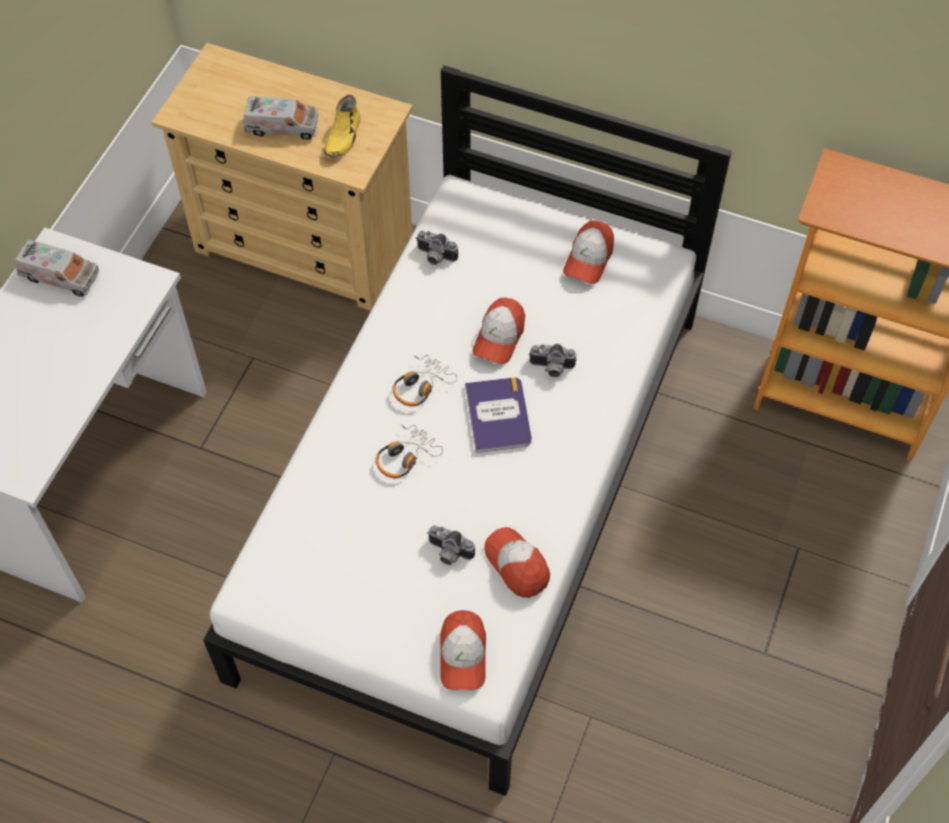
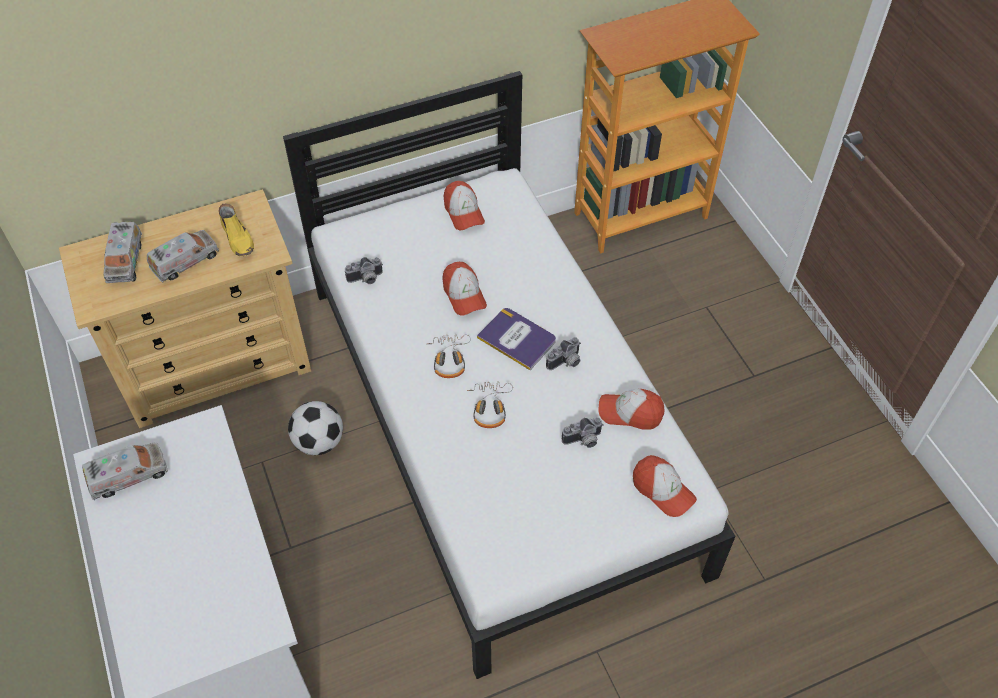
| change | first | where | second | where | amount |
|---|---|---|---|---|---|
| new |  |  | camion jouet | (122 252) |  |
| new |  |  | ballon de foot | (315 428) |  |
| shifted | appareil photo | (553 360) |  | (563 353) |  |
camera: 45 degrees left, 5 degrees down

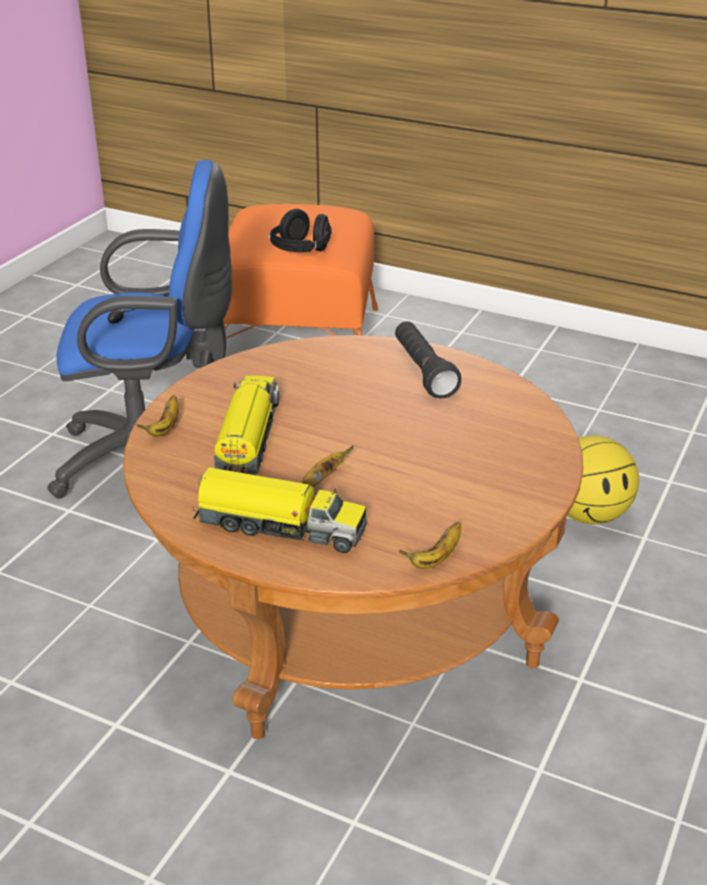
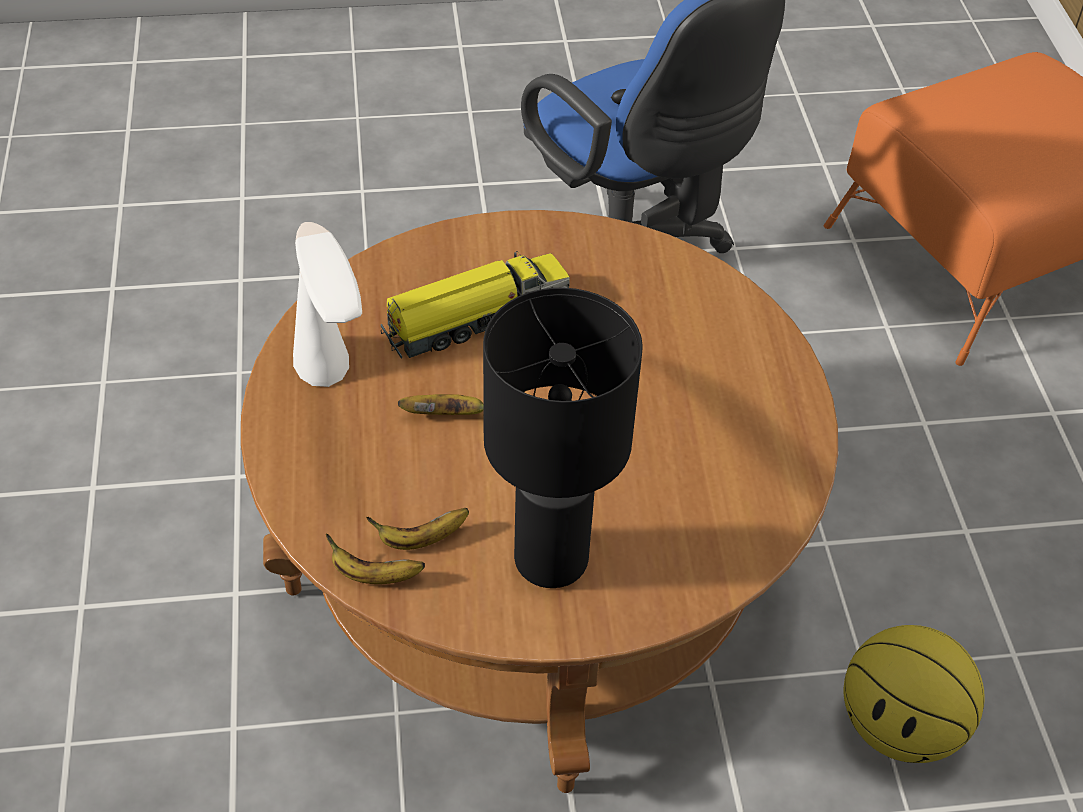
| change | first | where | second | where | amount |
|---|---|---|---|---|---|
| gone | casque audio (noir) | (300 230) |  |  |  |
| gone | lampe de poche (noir) | (428 359) |  |  |  |
| new |  |  | lampe de table (noir) | (563 438) |  |
| shifted | banane | (158 415) |  | (417 529) |  |
| swapped | camion jouet | (280 510) | lampe de table (blanc) | (327 304) |  |
camera: 55 degrees right, 15 degrees up

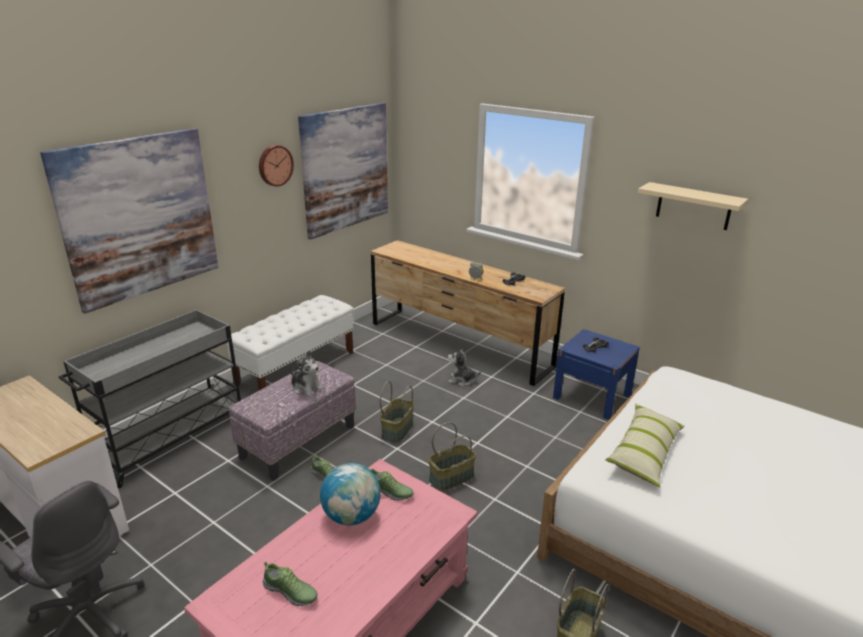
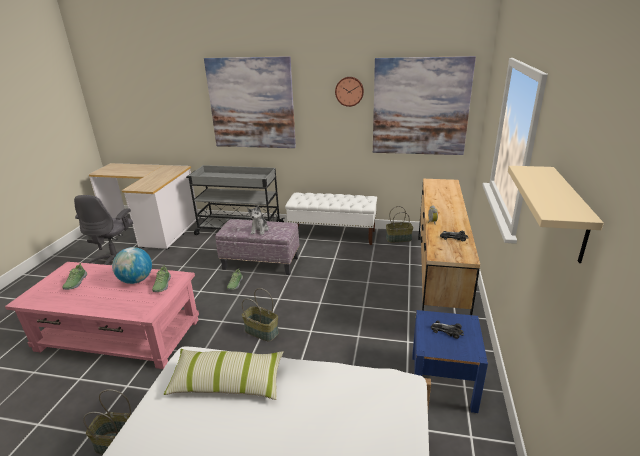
| change | first | where | second | where | amount |
|---|---|---|---|---|---|
| gone | peluche | (464 367) |  |  |  |
| shifted | panier | (397 412) |  | (399 224) |  |
camera: 65 degrees right, 0 degrees up

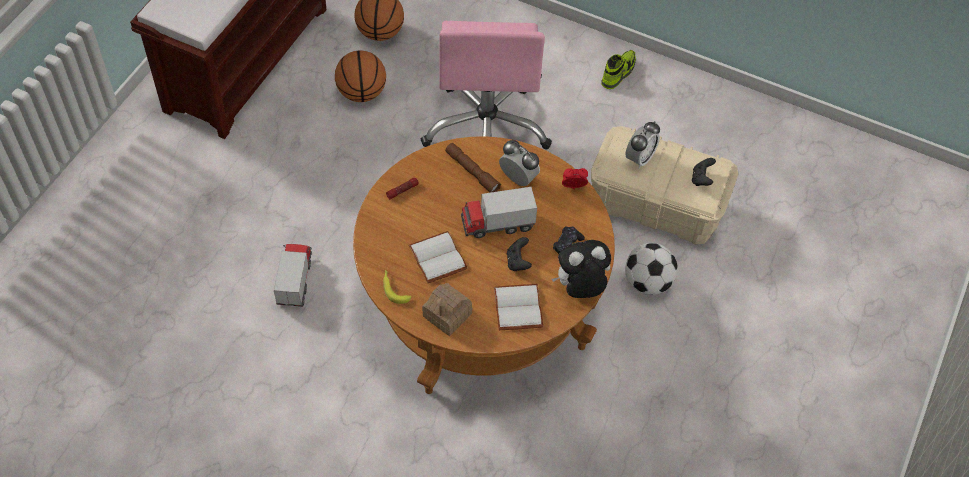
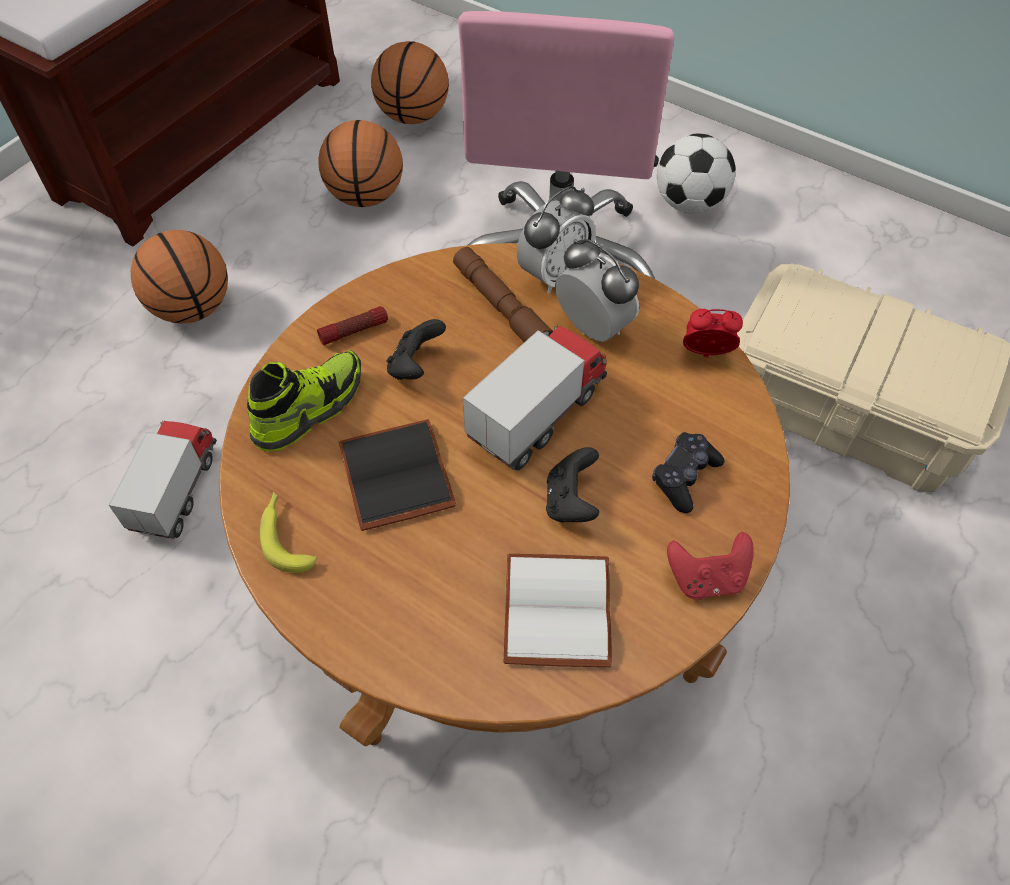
| change | first | where | second | where | amount |
|---|---|---|---|---|---|
| gone | maison miniature | (447 309) |  |  |  |
| new |  |  | ballon de basket | (179 276) |  |
| shifted | chaussure | (618 69) |  | (304 401) |  |
| shifted | ballon de foot | (651 269) |  | (696 174) |  |
| shifted | réveil | (643 144) |  | (556 240) |  |
| shifted | manette (noir) | (704 172) |  | (416 349) |  |
| swapped | peluche | (581 269) | manette (rouge) | (710 566) |  |
| repainted | livre (blanc) | (438 257) | livre (noir) | (397 475) |  |
| rotated | camion jouet | (499 212) |  | (535 398) | 135 degrees clockwise |
camera: 10 degrees right, 0 degrees up

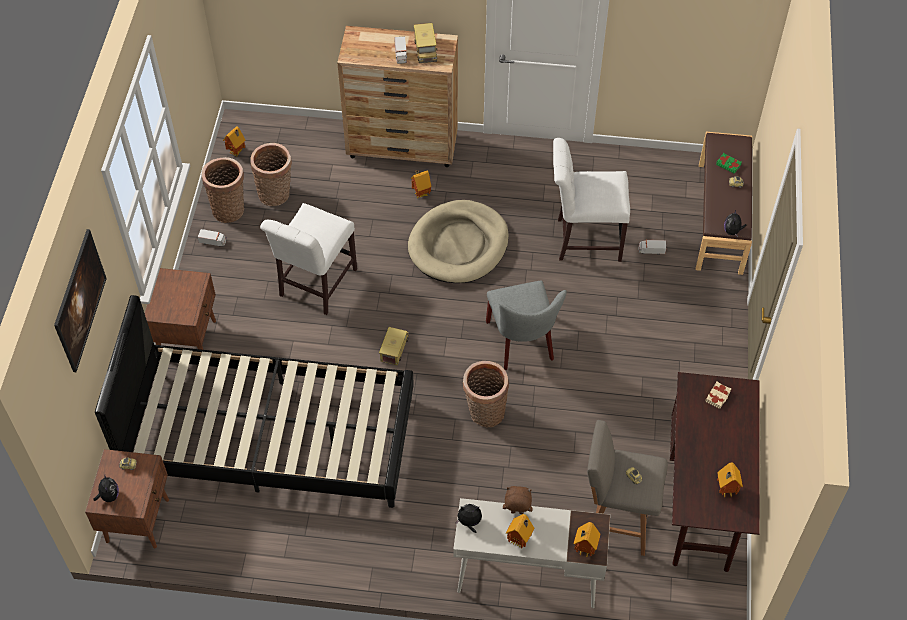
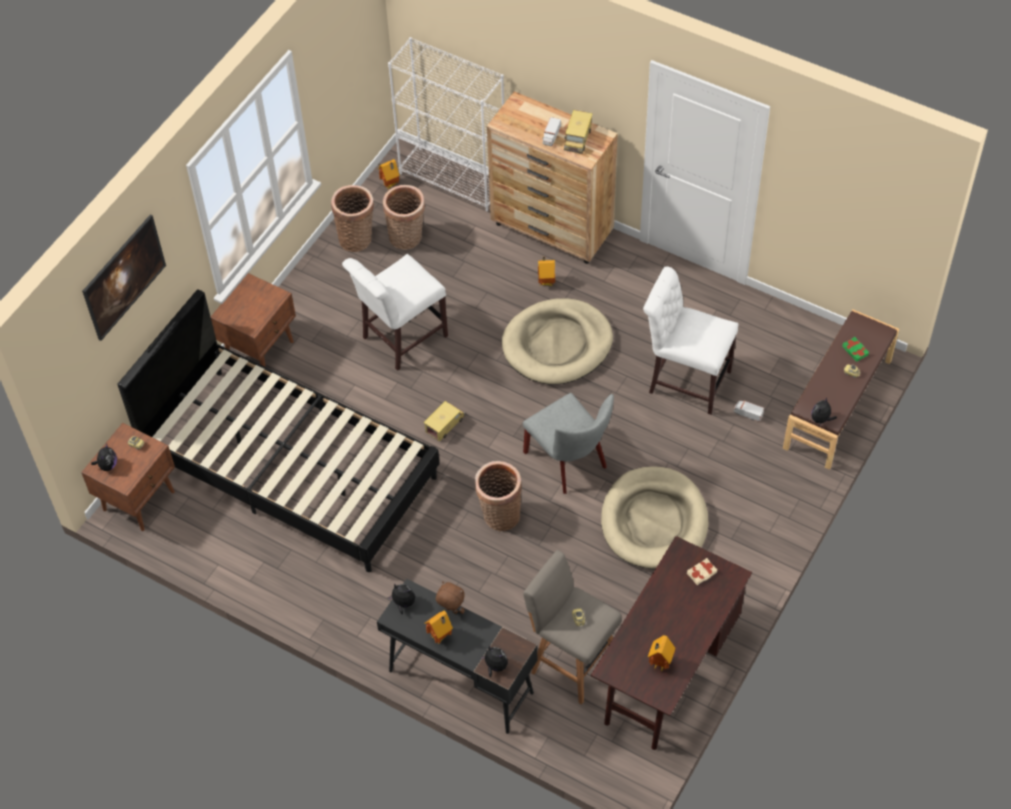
| change | first | where | second | where | amount |
|---|---|---|---|---|---|
| gone | camion jouet | (212 238) |  |  |  |
| new |  |  | bibliothèque (blanc) | (446 124) |  |
| new |  |  | panier pour chien (beige) | (654 517) |  |
| swapped | maison miniature | (587 540) | peluche | (494 661) |  |
| repainted | bureau (blanc) | (531 553) | bureau (noir) | (457 656) |  |
| rotated | chaise (gris) | (526 325) |  | (568 443) | 45 degrees counterclockwise |
camera: 25 degrees right, 0 degrees up

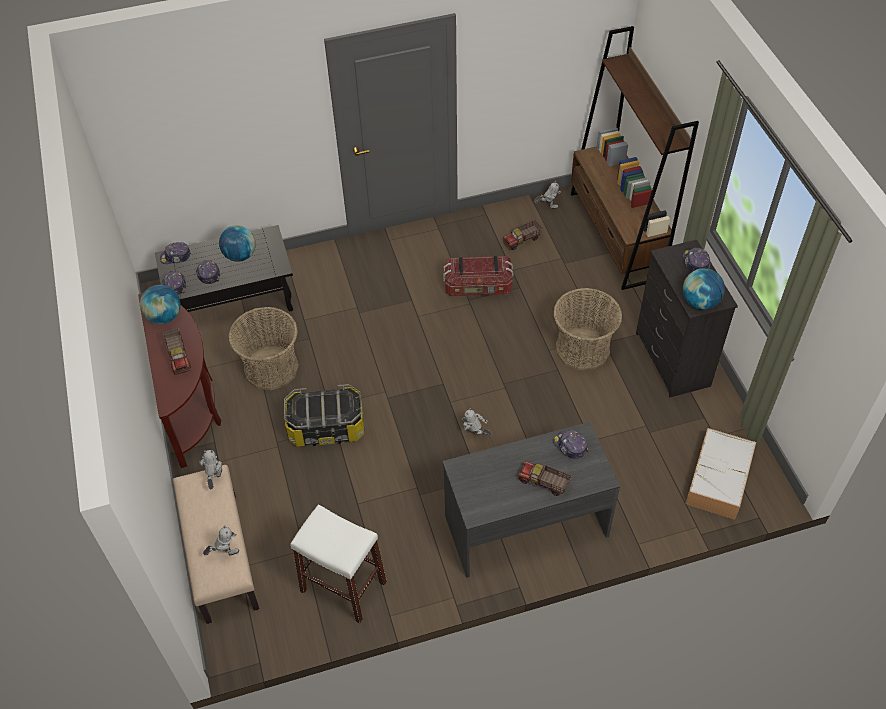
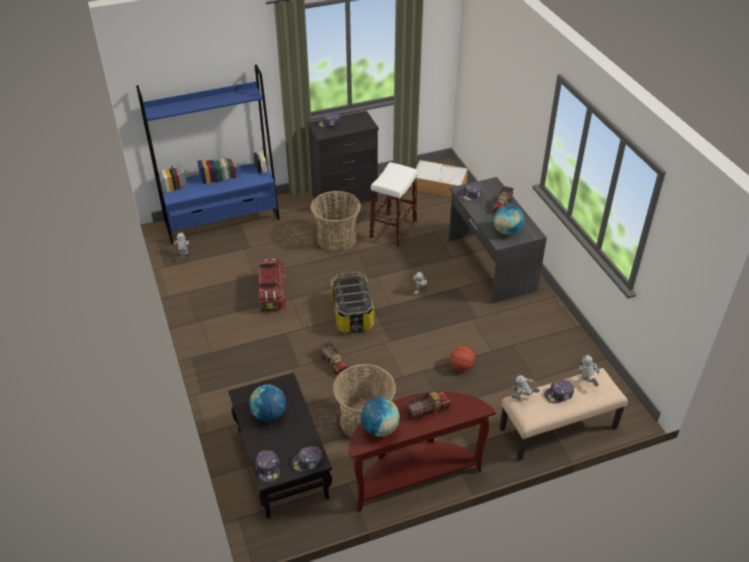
| change | first | where | second | where | amount |
|---|---|---|---|---|---|
| new |  |  | ballon de basket | (462 358) |  |
| shifted | casquette | (208 272) |  | (559 391) |  |
| shifted | boîte de rangement | (324 415) |  | (352 302) |  |
| shifted | tabouret (blanc) | (339 563) |  | (393 204) |  |
| shifted | camion jouet | (522 235) |  | (333 358) |  |
| shifted | globe | (704 289) |  | (508 220) |  |
| repainted | bibliothèque (marron) | (635 158) | bibliothèque (bleu) | (208 154) |  |
camera: 95 degrees left, 10 degrees down

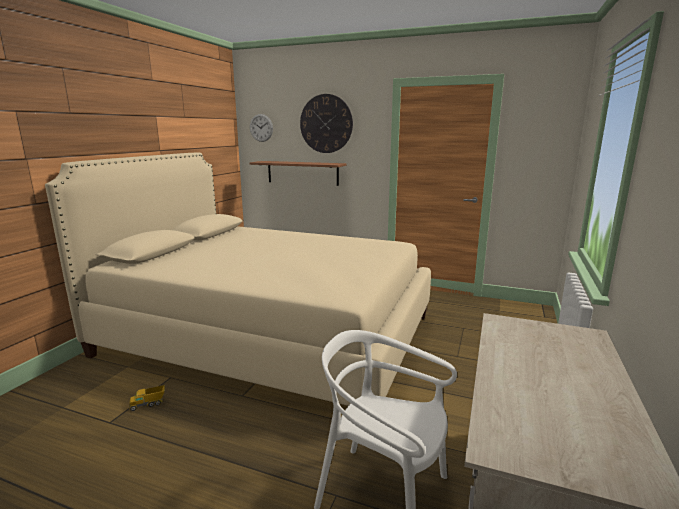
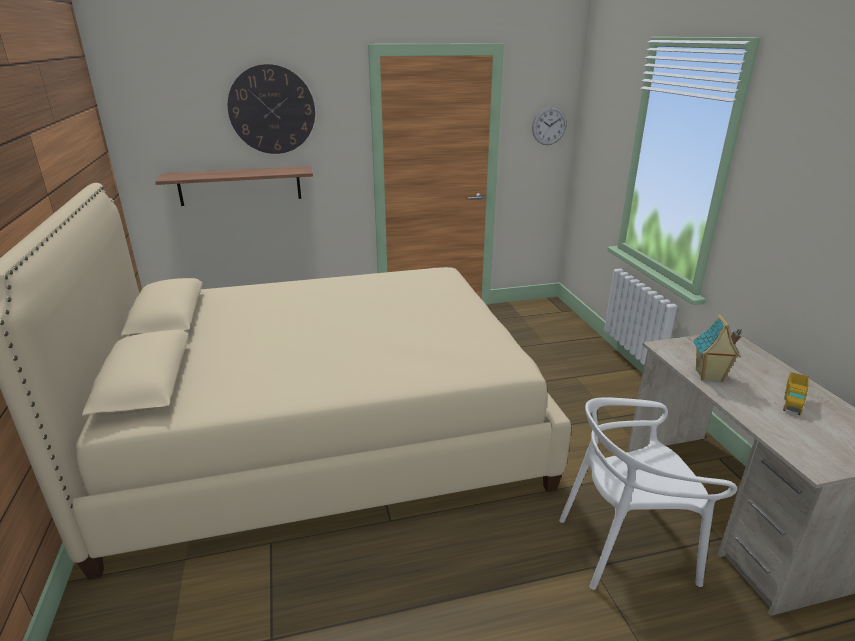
| change | first | where | second | where | amount |
|---|---|---|---|---|---|
| new |  |  | maison miniature | (717 348) |  |
| shifted | camion jouet | (147 398) |  | (796 393) |  |
| shifted | horloge murale | (261 128) |  | (549 125) |  |
camera: 35 degrees left, 10 degrees up

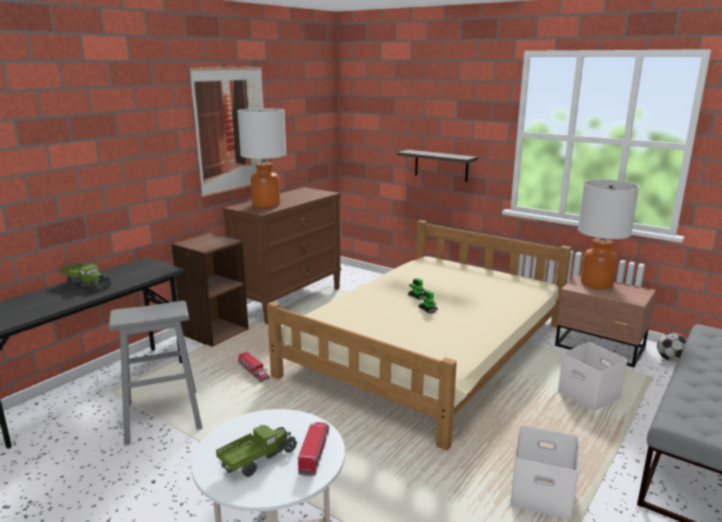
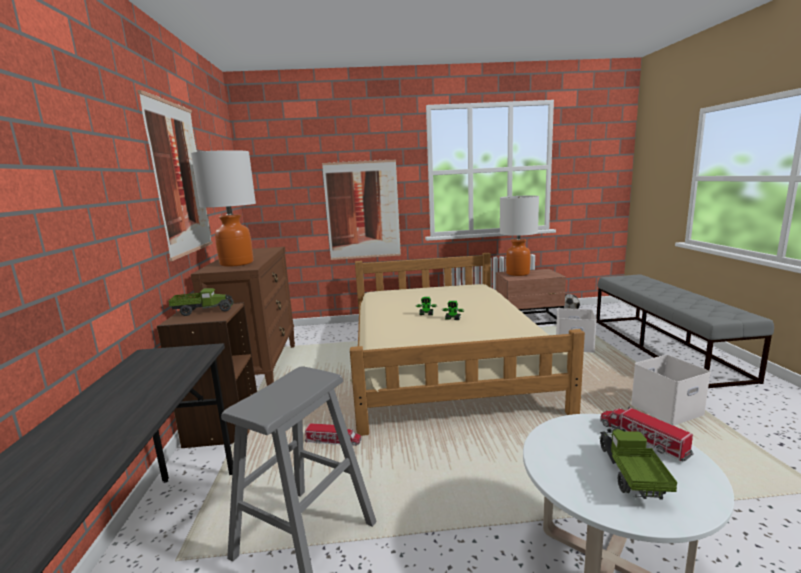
| change | first | where | second | where | amount |
|---|---|---|---|---|---|
| shifted | camion jouet | (85 277) |  | (201 302) |  |
| swapped | étagère | (437 166) | tableau | (361 209) |  |
camera: 40 degrees left, 5 degrees down

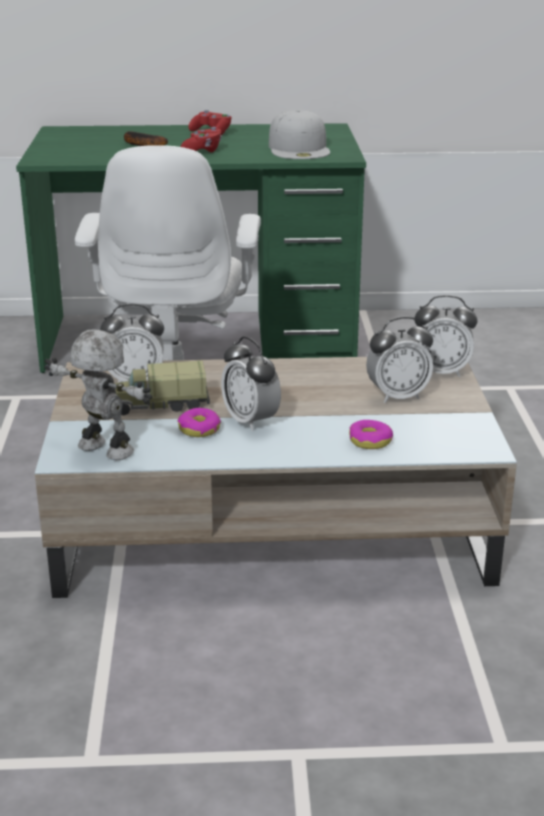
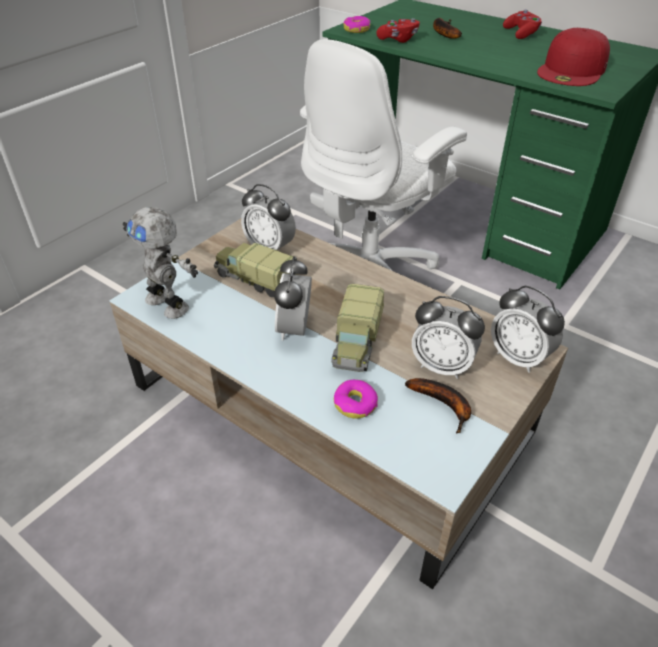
| change | first | where | second | where | amount |
|---|---|---|---|---|---|
| new |  |  | camion jouet | (357 327) |  |
| new |  |  | banane | (438 406) |  |
| shifted | beignet | (199 422) |  | (356 24) |  |
| shifted | manette (rouge) | (201 139) |  | (398 30) |  |
| repainted | casquette (blanc) | (299 134) | casquette (rouge) | (573 57) |  |
| rotated | robot jouet | (98 395) |  | (160 263) | 150 degrees clockwise |
camera: 40 degrees right, 15 degrees up

